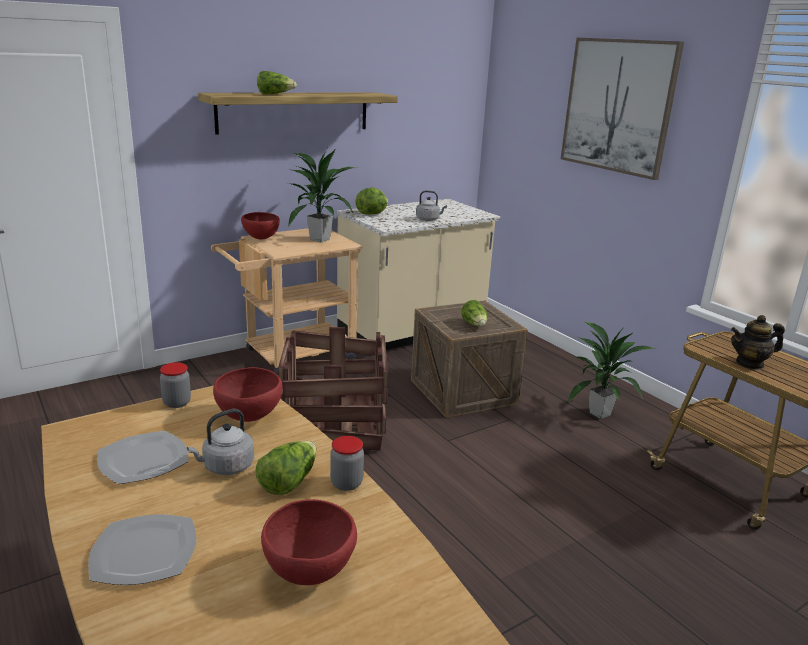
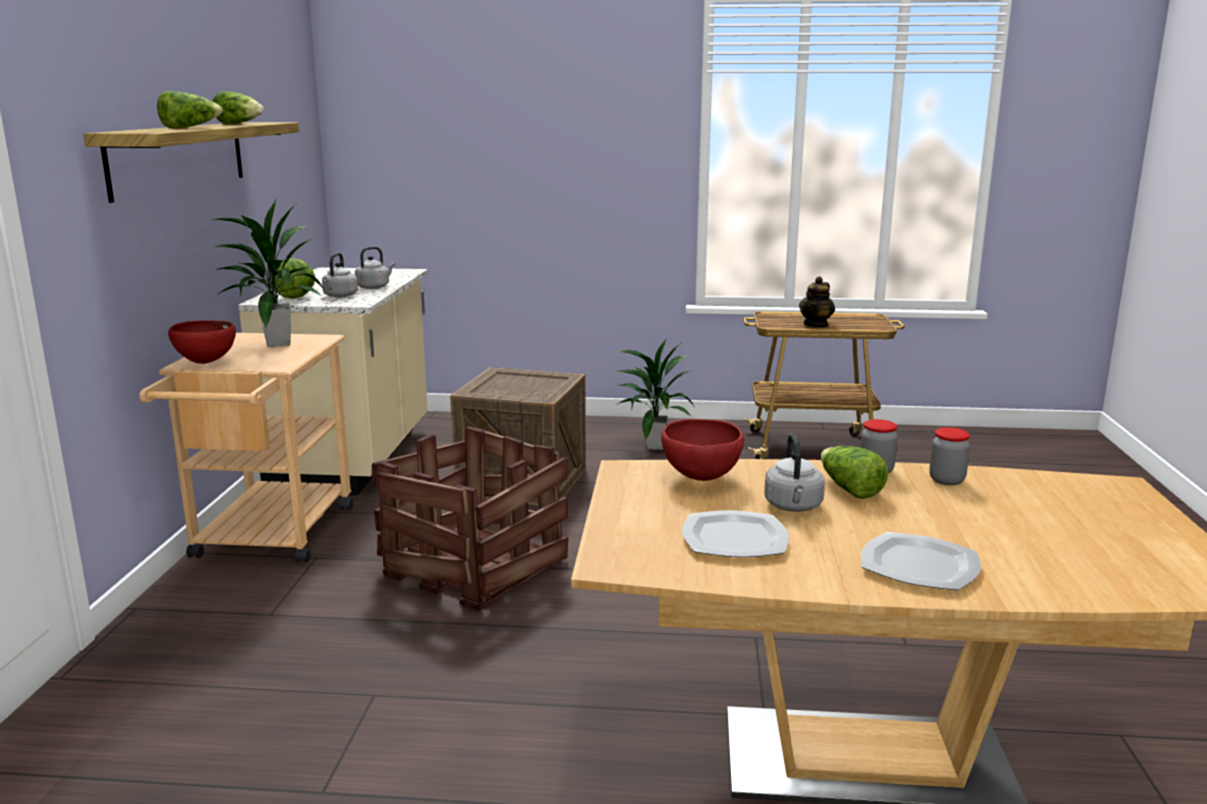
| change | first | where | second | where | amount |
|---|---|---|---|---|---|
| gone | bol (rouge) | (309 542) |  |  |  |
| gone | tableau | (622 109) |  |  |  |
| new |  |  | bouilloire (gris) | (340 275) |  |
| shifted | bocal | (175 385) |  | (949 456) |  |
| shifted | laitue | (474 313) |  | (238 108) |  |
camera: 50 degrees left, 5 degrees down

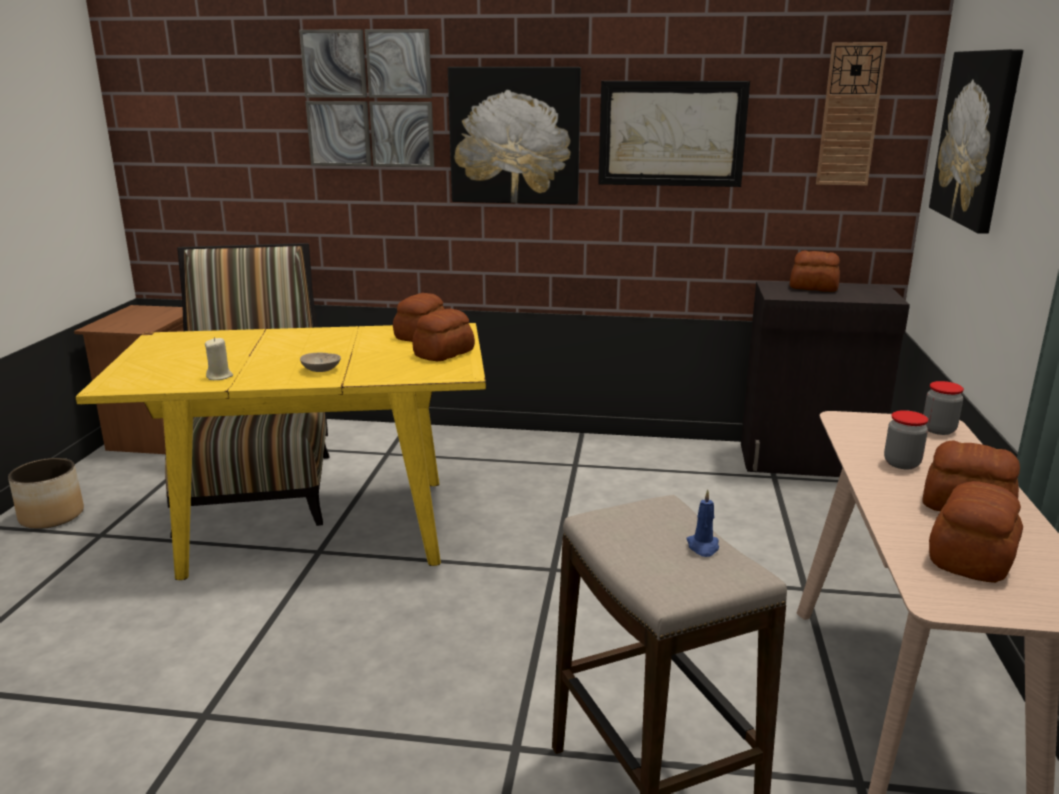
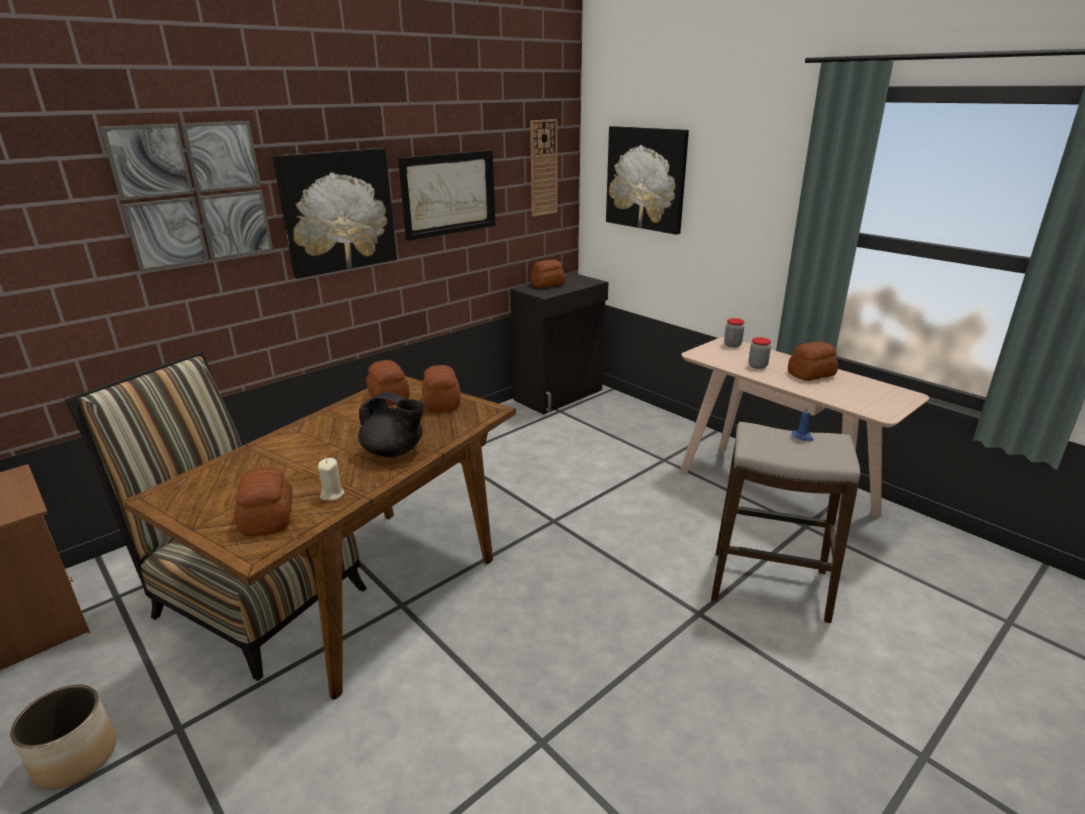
| change | first | where | second | where | amount |
|---|---|---|---|---|---|
| shifted | pain | (976 532) |  | (263 501) |  |
| swapped | bol (beige) | (320 362) | théière (noir) | (391 424) |  |
| repainted | table à manger (jaune) | (280 451) | table à manger (marron) | (319 538) |  |
camera: 50 degrees left, 5 degrees up

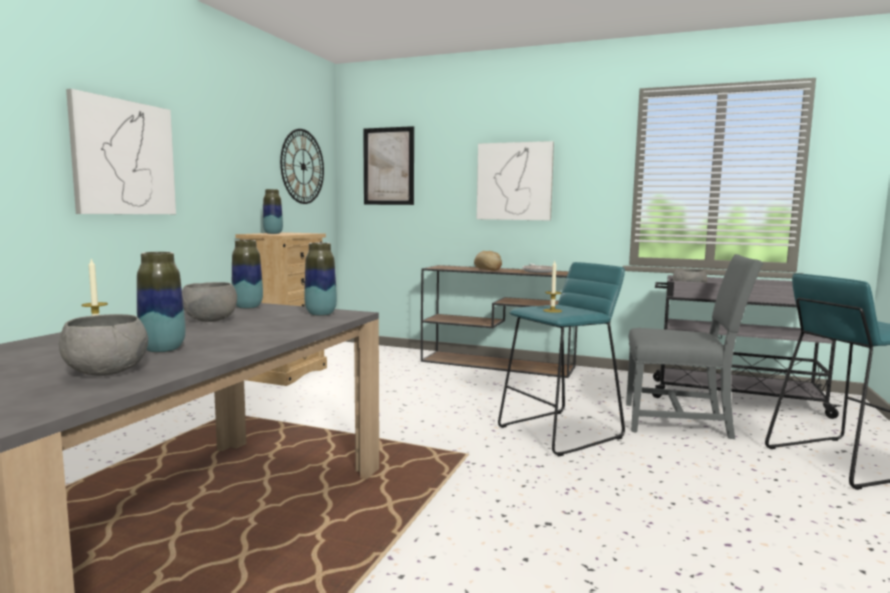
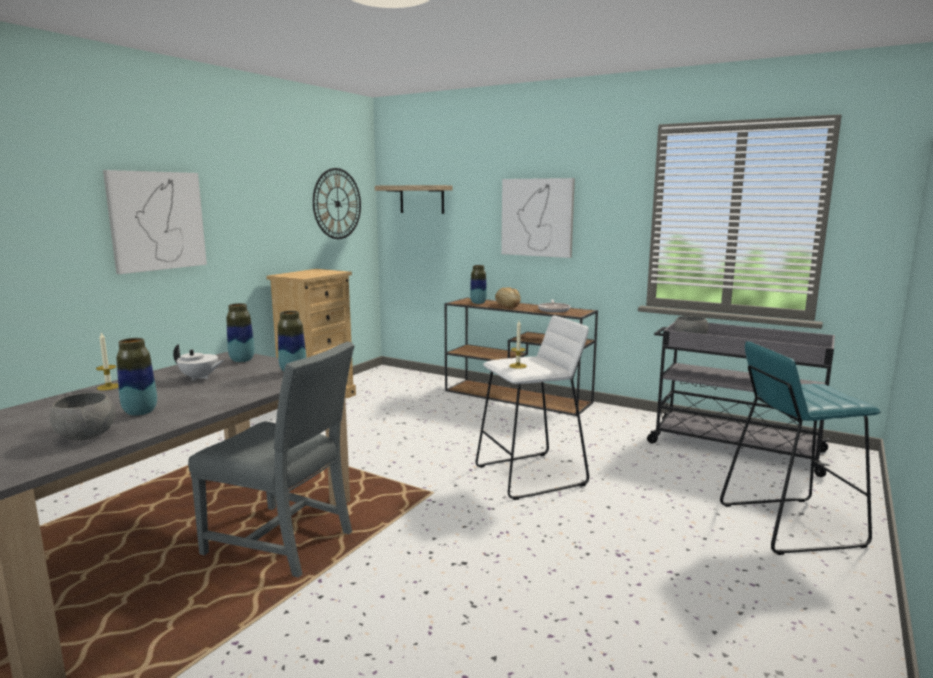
| change | first | where | second | where | amount |
|---|---|---|---|---|---|
| shifted | vase | (273 211) |  | (478 284) |  |
| shifted | chaise (gris) | (694 346) |  | (271 459) |  |
| swapped | bol (gris) | (209 302) | théière (blanc) | (198 362) |  |
| swapped | tableau | (388 165) | étagère | (414 199) |  |
| repainted | tabouret (turquoise) | (561 359) | tabouret (blanc) | (532 407) |  |
camera: 10 degrees right, 5 degrees up

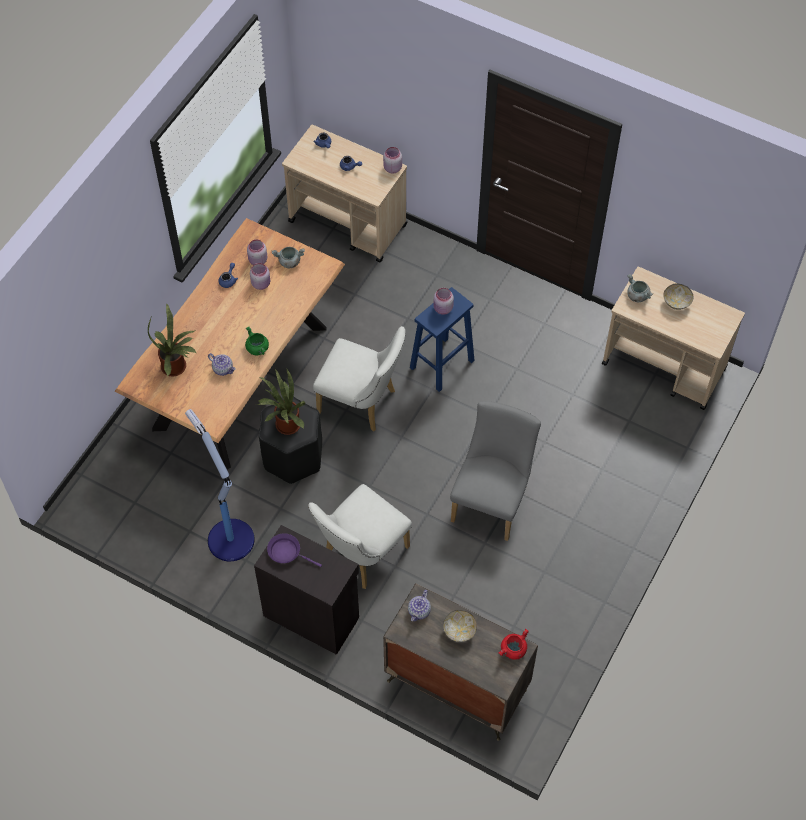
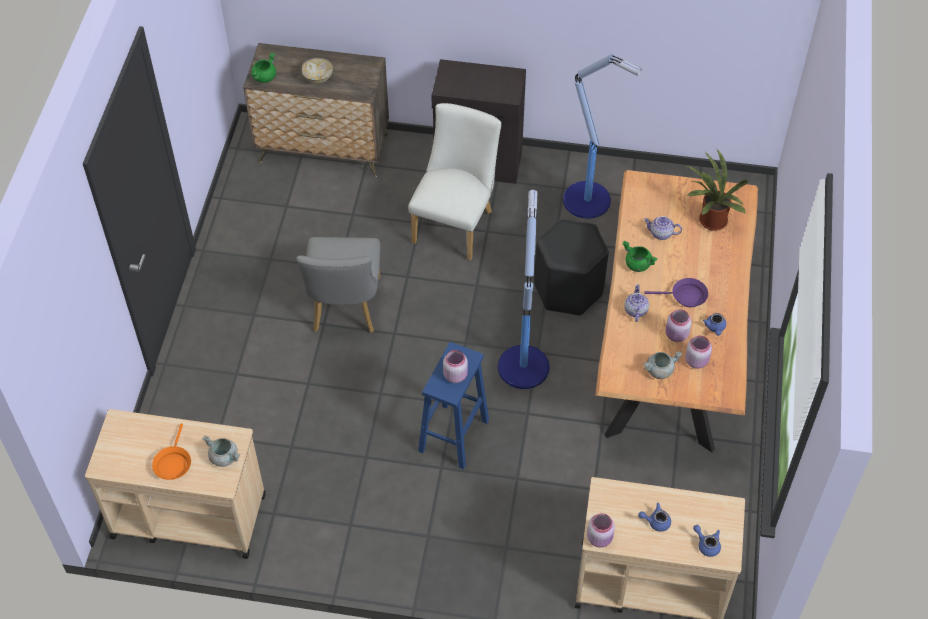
| change | first | where | second | where | amount |
|---|---|---|---|---|---|
| gone | plante en pot | (281 402) |  |  |  |
| shifted | poêle (violet) | (294 550) |  | (676 292) |  |
| shifted | théière | (419 605) |  | (636 303) |  |
| swapped | chaise (blanc) | (359 379) | lampadaire | (523 289) |  |
| swapped | bol | (678 296) | poêle (orange) | (171 451) |  |
| repainted | marmite (rouge) | (513 644) | marmite (vert) | (263 67) |  |
camera: 160 degrees right, 5 degrees down

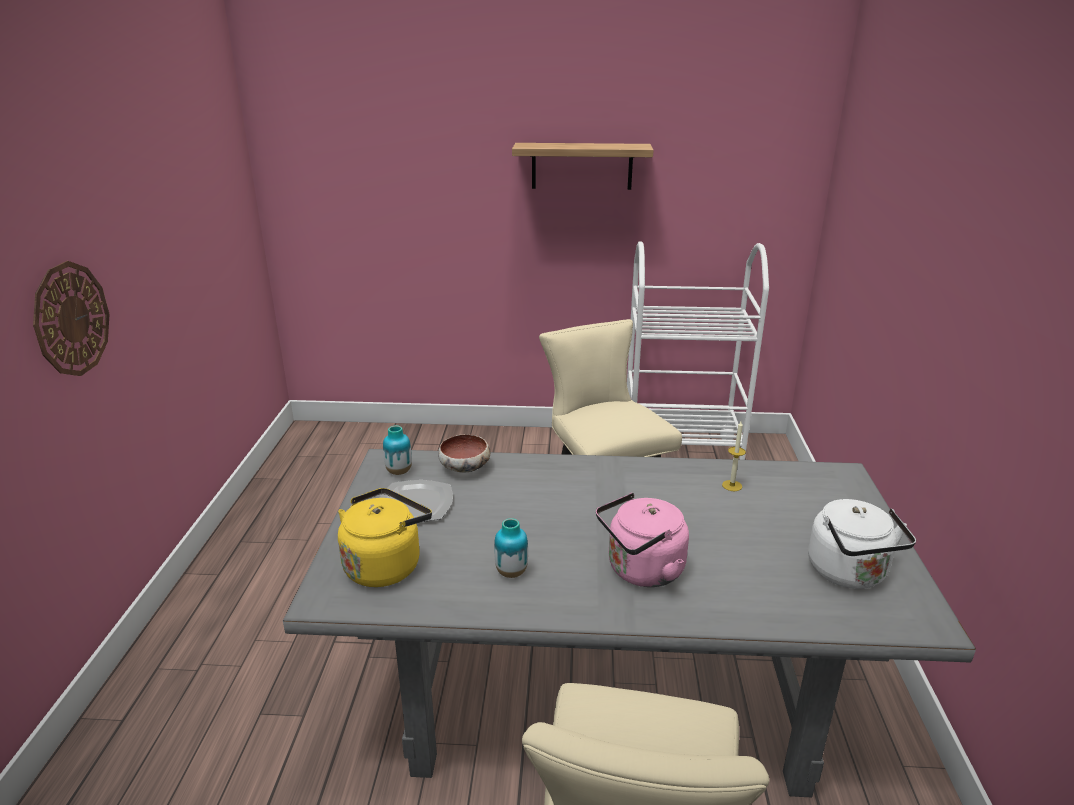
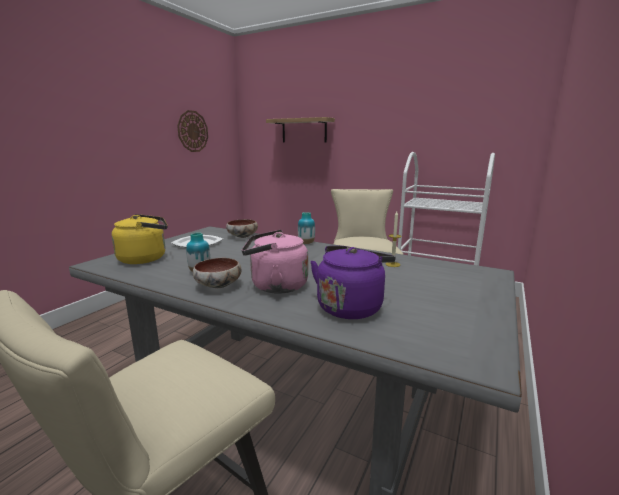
| change | first | where | second | where | amount |
|---|---|---|---|---|---|
| gone | bouilloire (blanc) | (862 544) |  |  |  |
| new |  |  | bol | (217 273) |  |
| new |  |  | bouilloire (violet) | (353 282) |  |
| shifted | horloge murale | (71 318) |  | (192 131) |  |
| shifted | vase | (397 450) |  | (306 228) |  |
| shifted | étagère | (583 166) |  | (300 129) |  |
camera: 25 degrees right, 10 degrees down

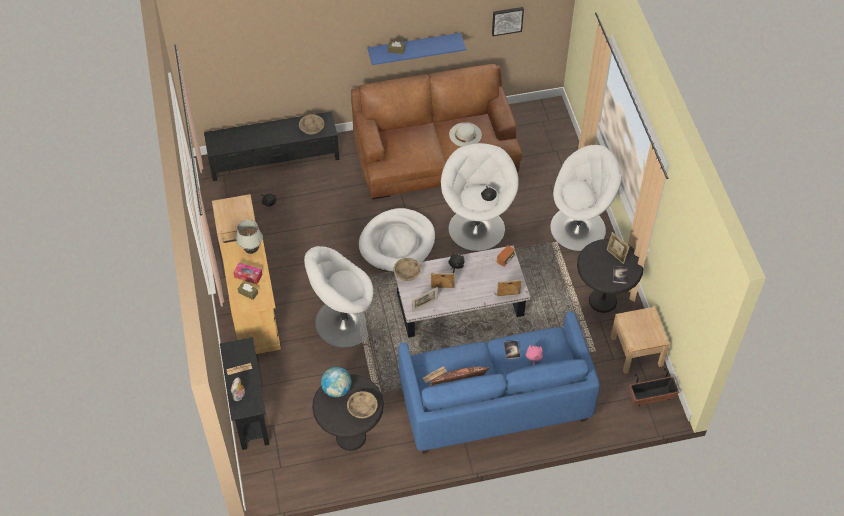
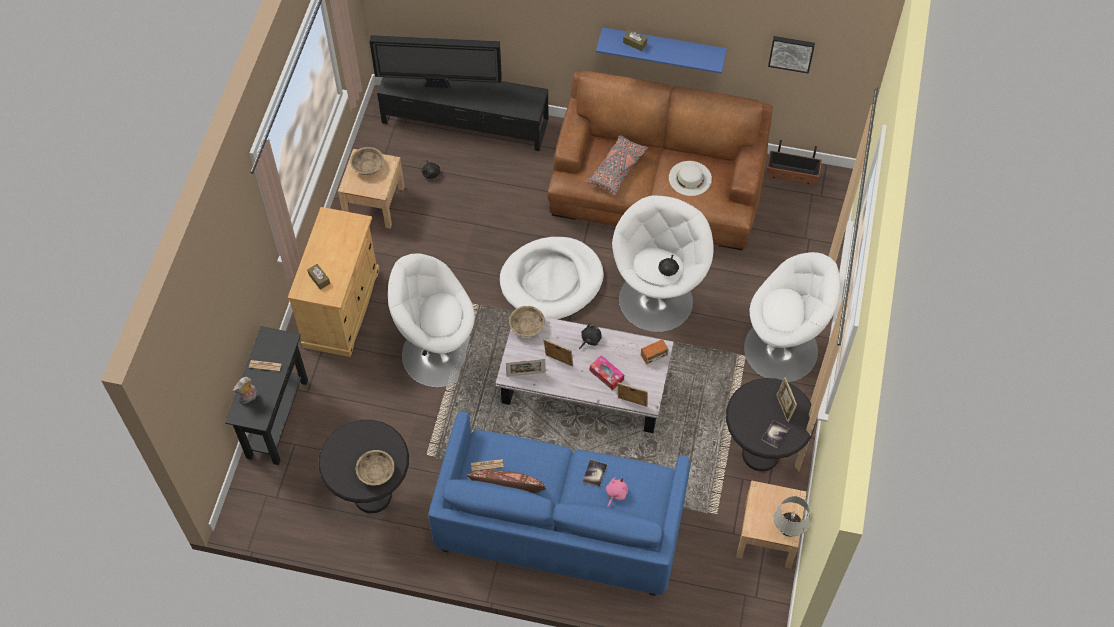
| change | first | where | second | where | amount |
|---|---|---|---|---|---|
| gone | globe | (336 382) |  |  |  |
| new |  |  | téléviseur | (435 62) |  |
| new |  |  | coussin (gris) | (617 165) |  |
| shifted | boîte à mouchoirs | (248 273) |  | (607 372) |  |
| shifted | lampe de table (blanc) | (249 237) |  | (792 516) |  |
| shifted | bol (beige) | (311 124) |  | (367 161) |  |
| shifted | cache-pot | (654 387) |  | (794 162) |  |
camera: 25 degrees right, 5 degrees up

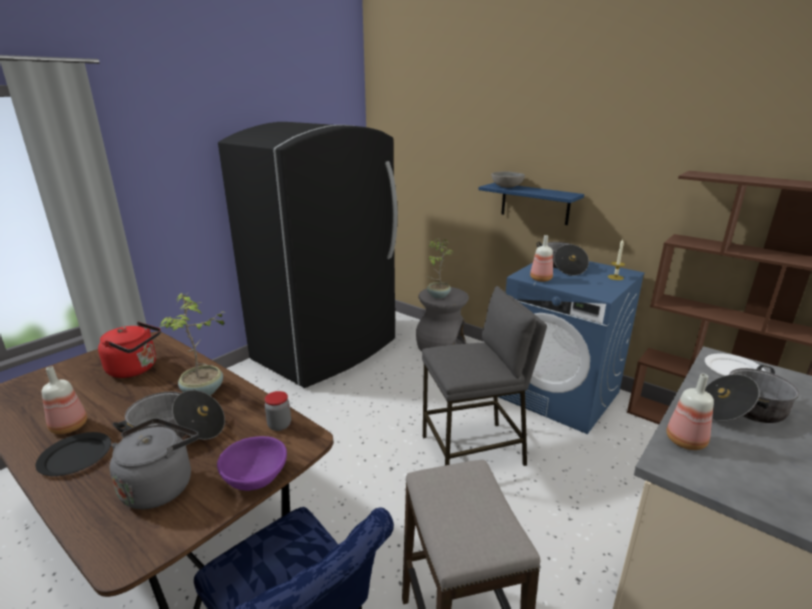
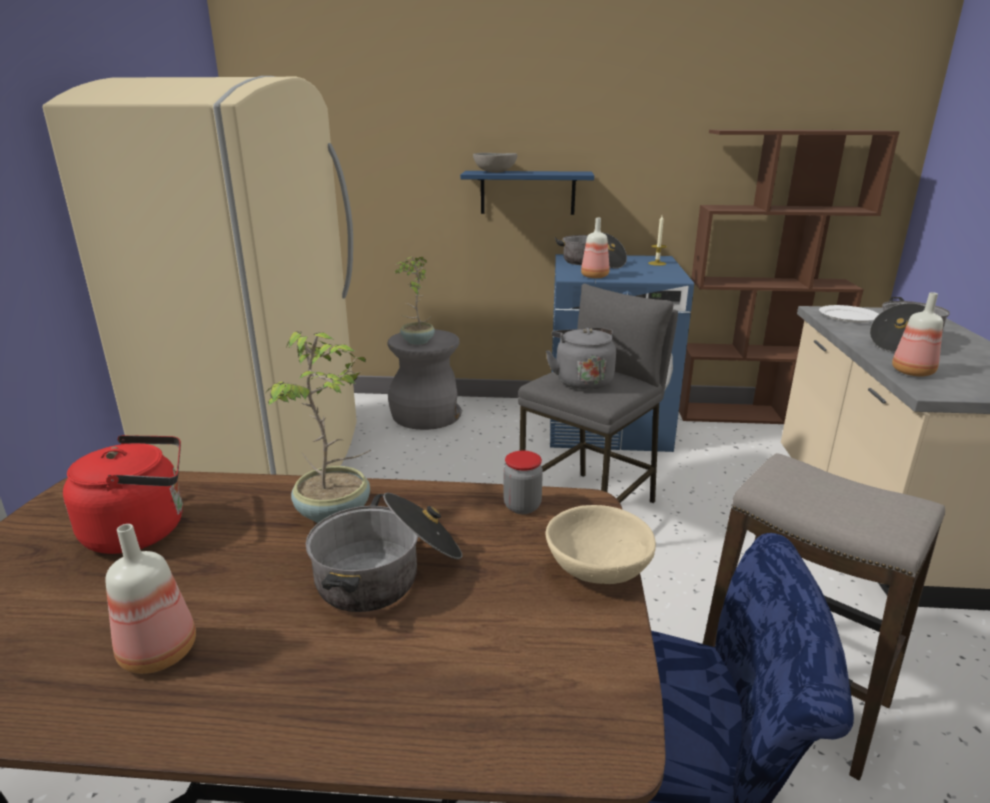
| change | first | where | second | where | amount |
|---|---|---|---|---|---|
| gone | assiette (noir) | (73 454) |  |  |  |
| shifted | bouilloire (gris) | (154 463) |  | (581 359) |  |
| repainted | bol (violet) | (252 463) | bol (beige) | (601 544) |  |
| repainted | réfrigérateur (noir) | (308 255) | réfrigérateur (beige) | (199 276) |  |
camera: 35 degrees left, 0 degrees up

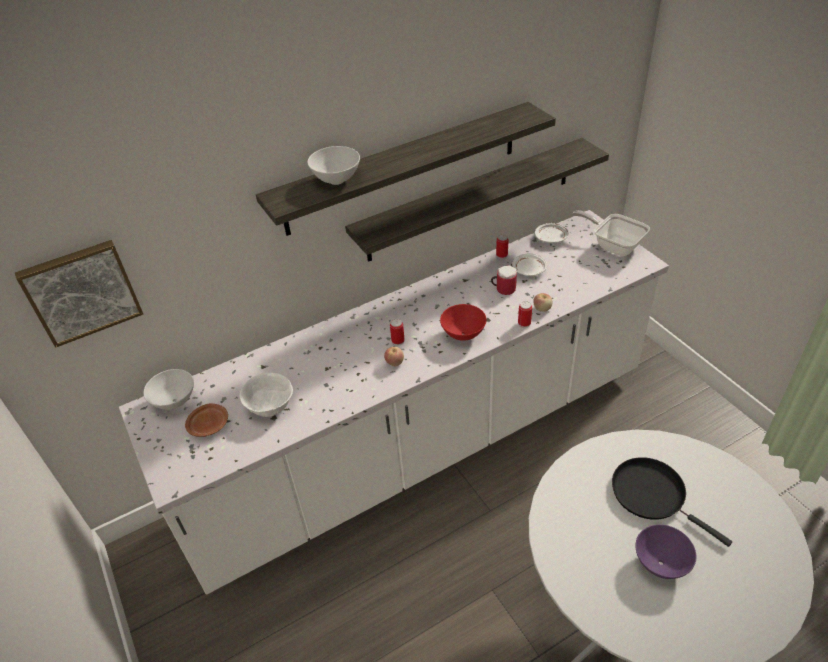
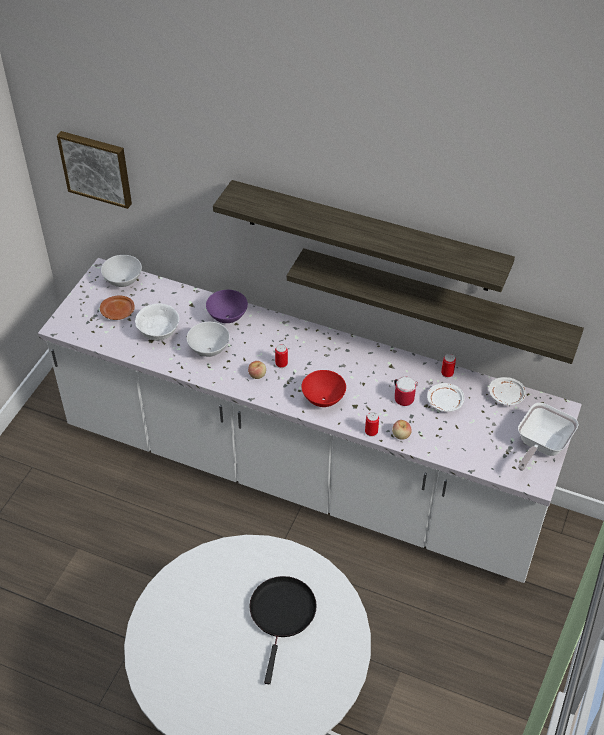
| change | first | where | second | where | amount |
|---|---|---|---|---|---|
| shifted | bol (blanc) | (333 165) |  | (208 339) |  |
| shifted | bol (violet) | (665 552) |  | (227 306) |  |
| rotated | poêle | (611 233) |  | (548 437) | 150 degrees counterclockwise |
camera: 50 degrees right, 5 degrees up

